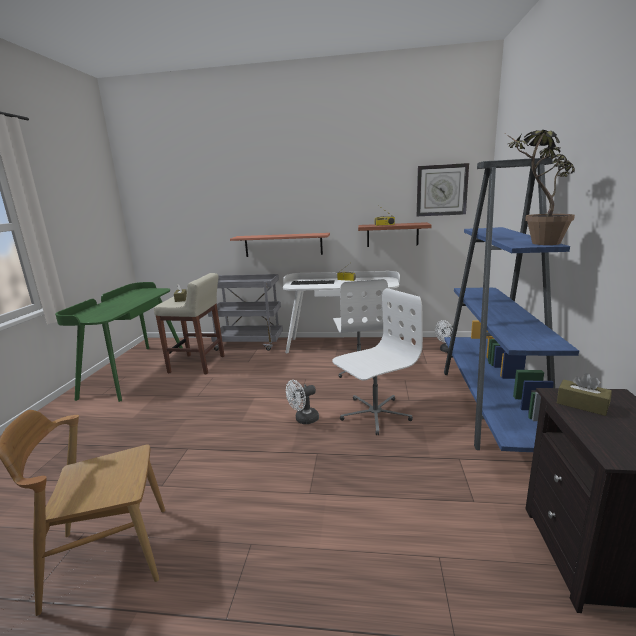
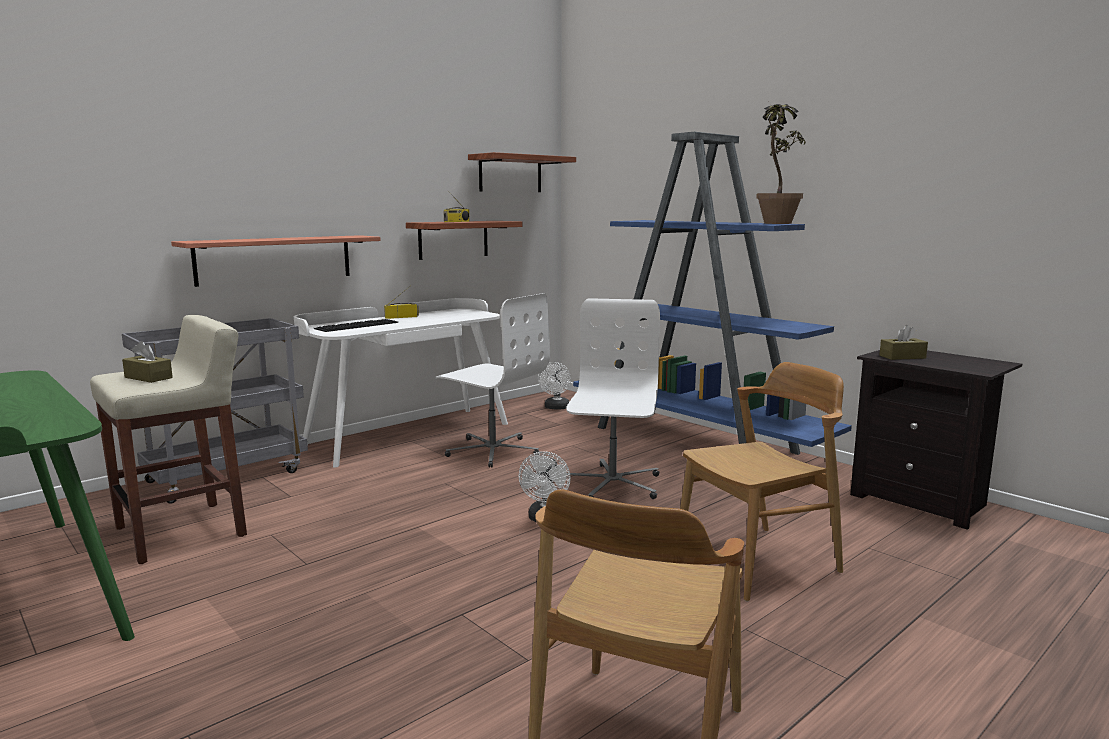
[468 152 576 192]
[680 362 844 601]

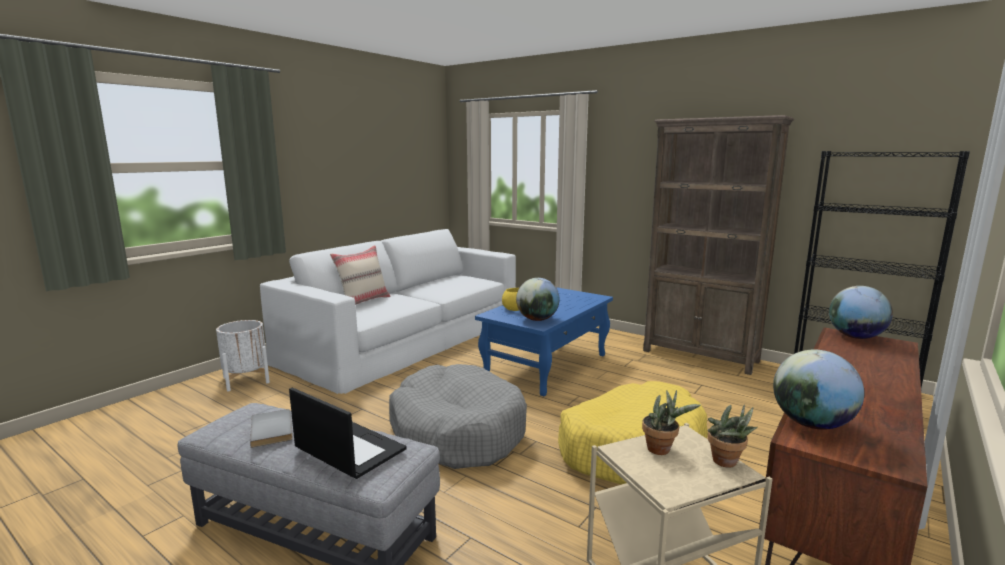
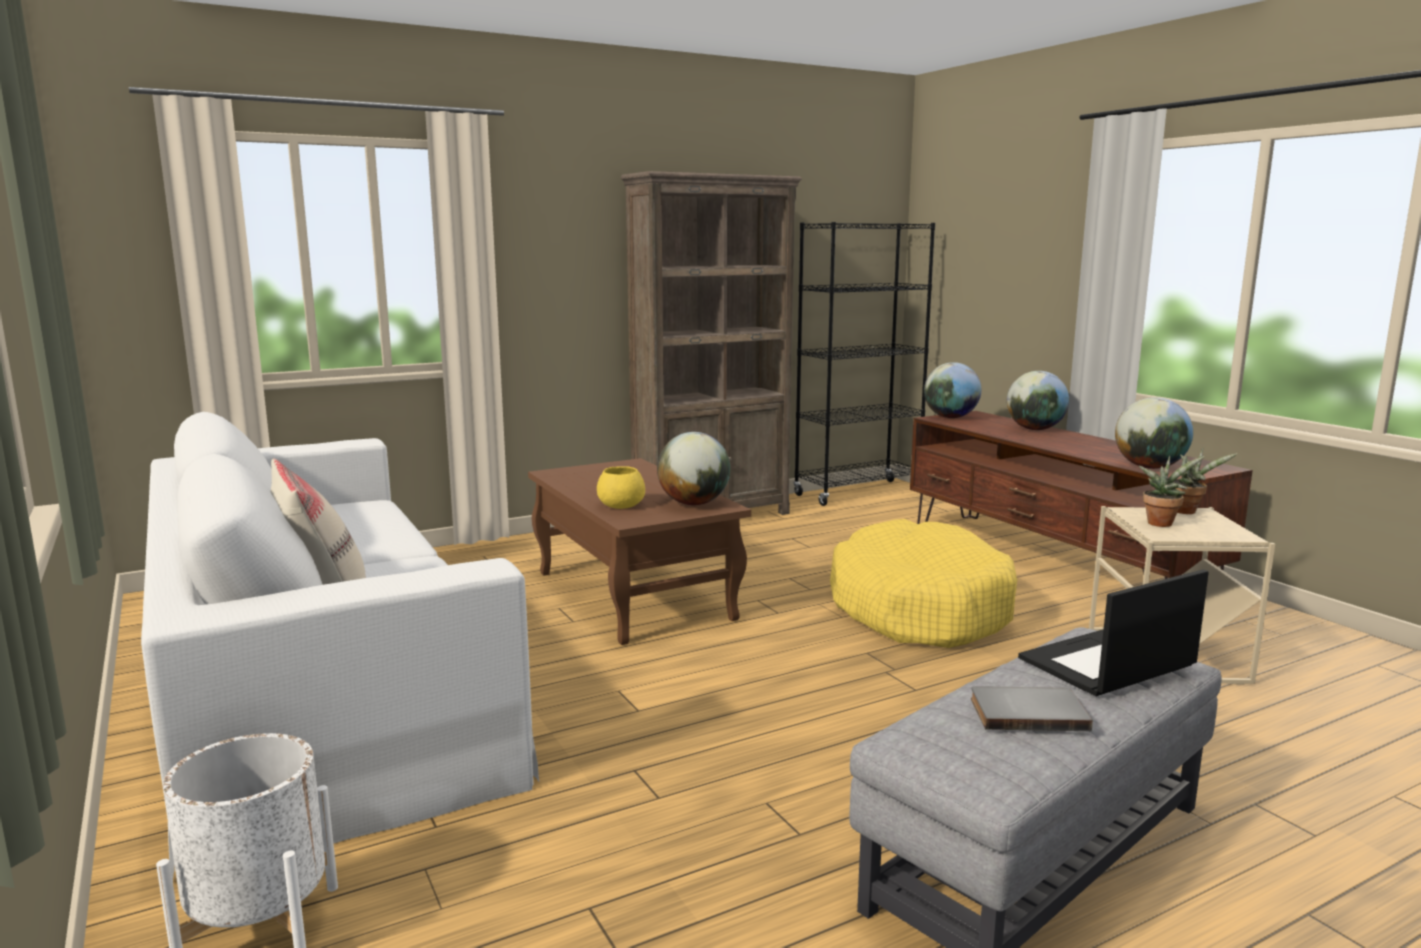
[389 364 527 469] (first image)
[528 458 751 645]
[1007 371 1069 430]

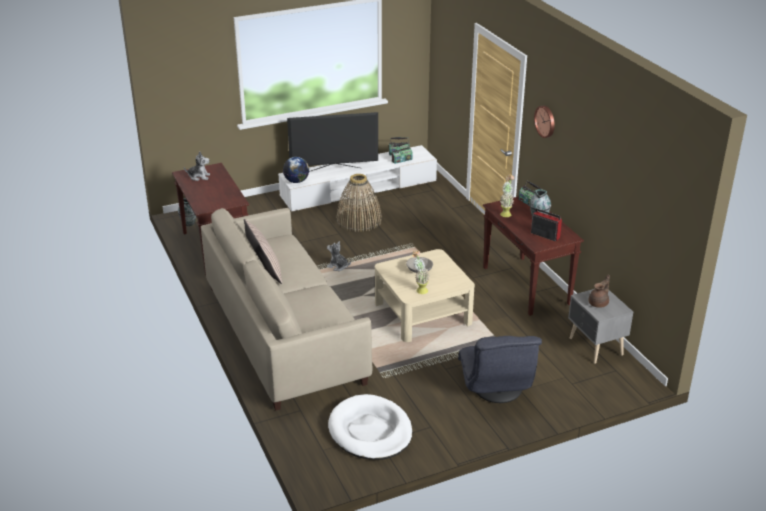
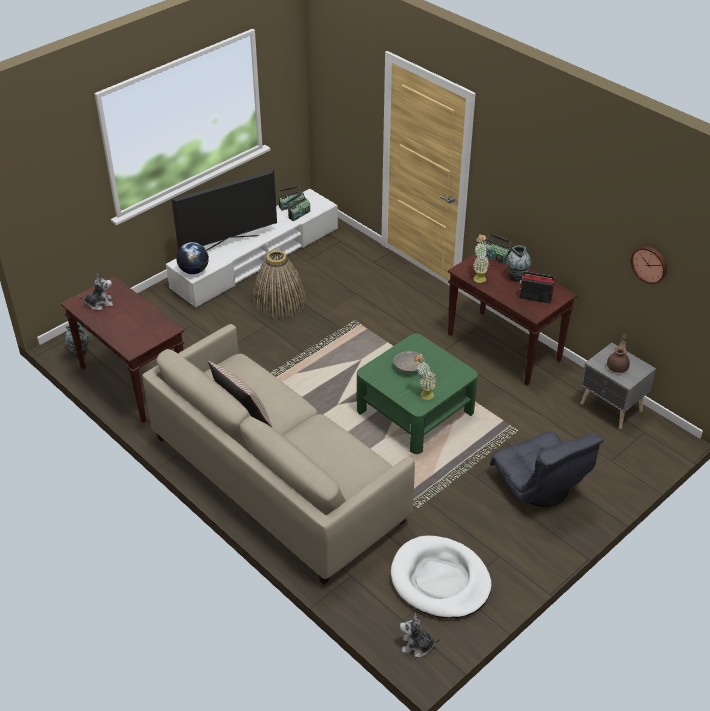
[400 613 440 657]
[357 333 478 454]
[631 246 667 284]

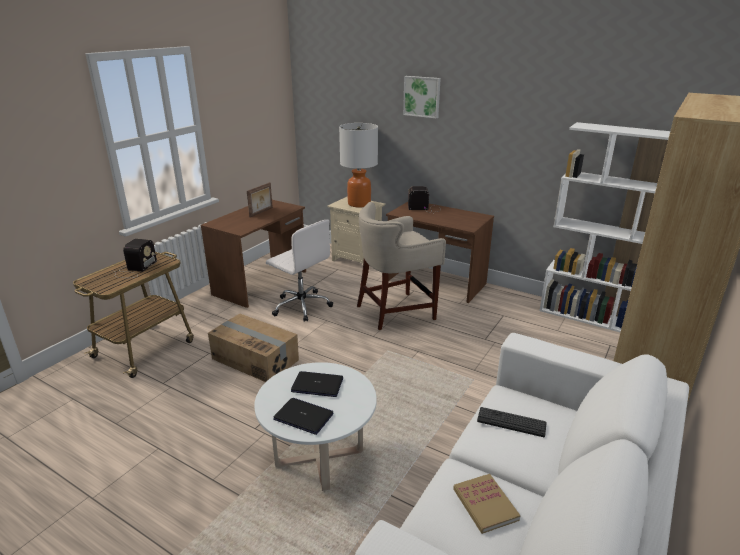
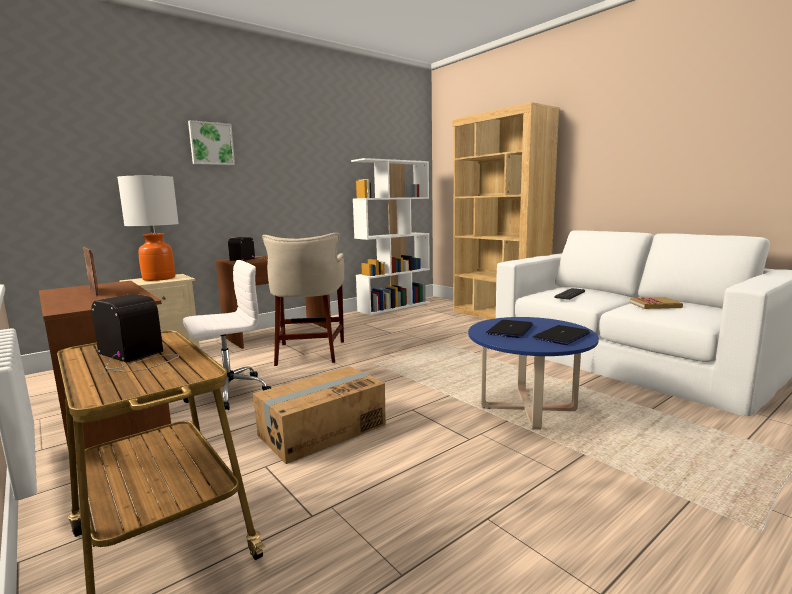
[468 317 599 430]

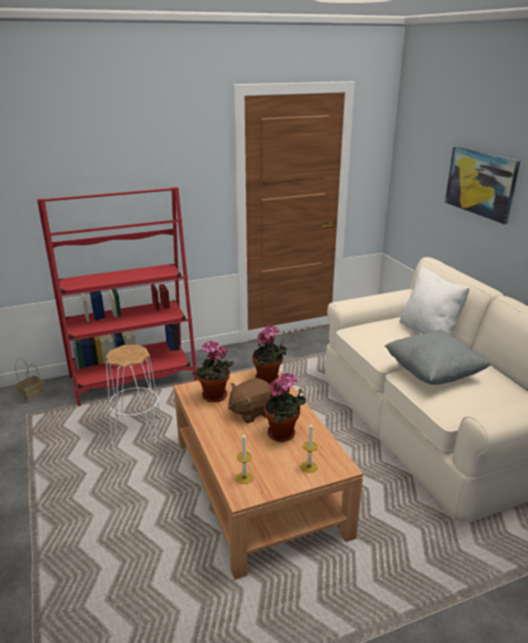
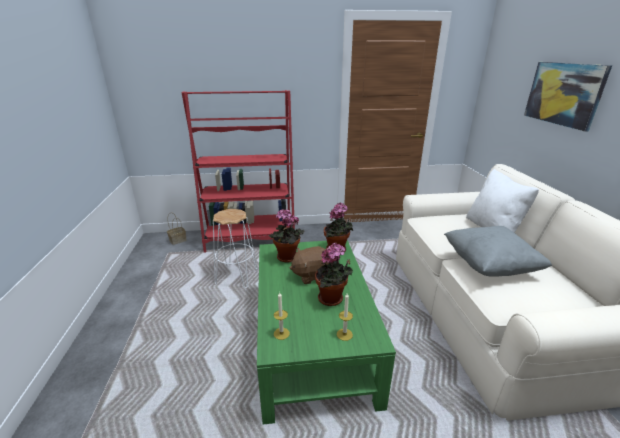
[257 240 396 425]

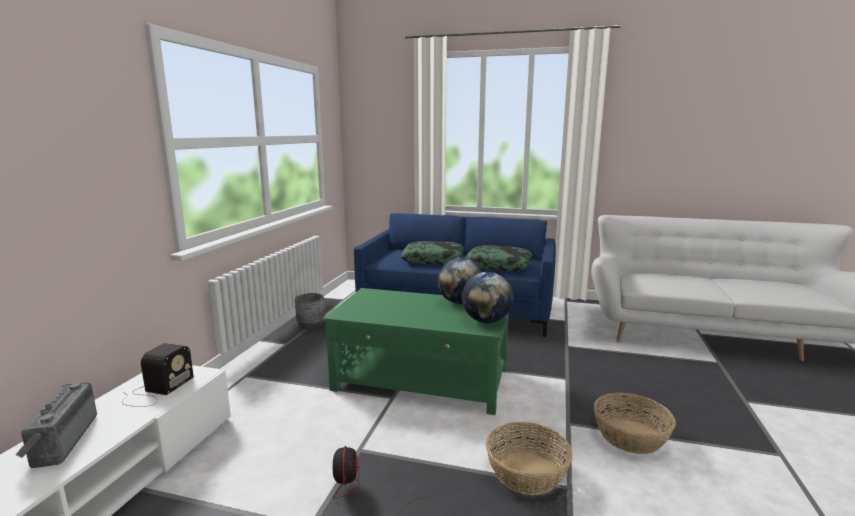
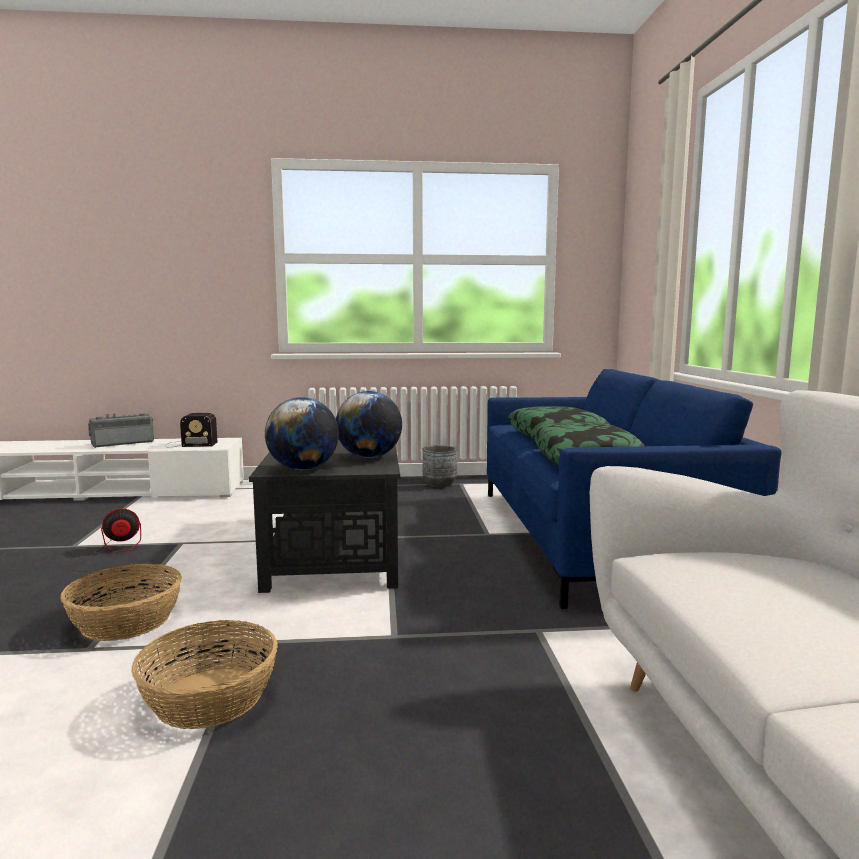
[249 439 400 593]

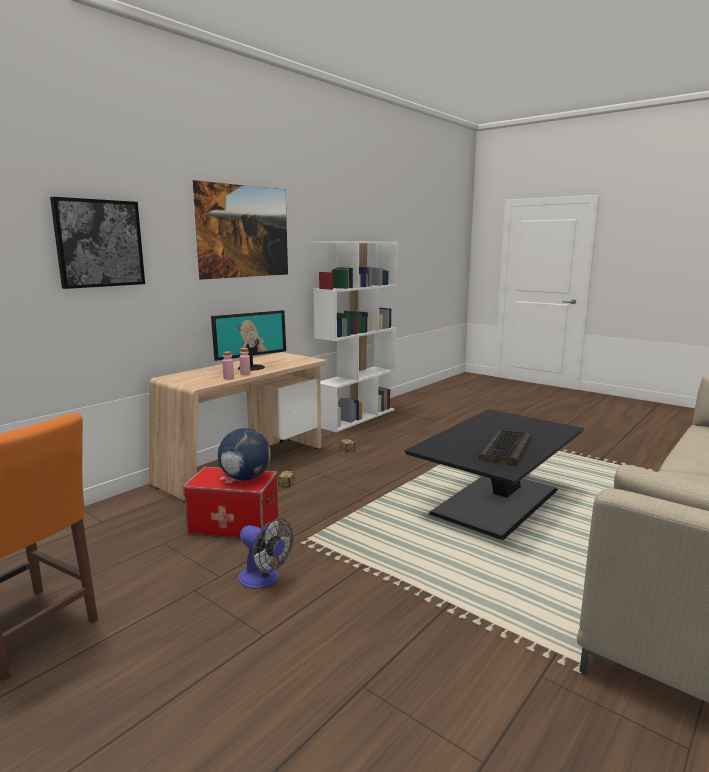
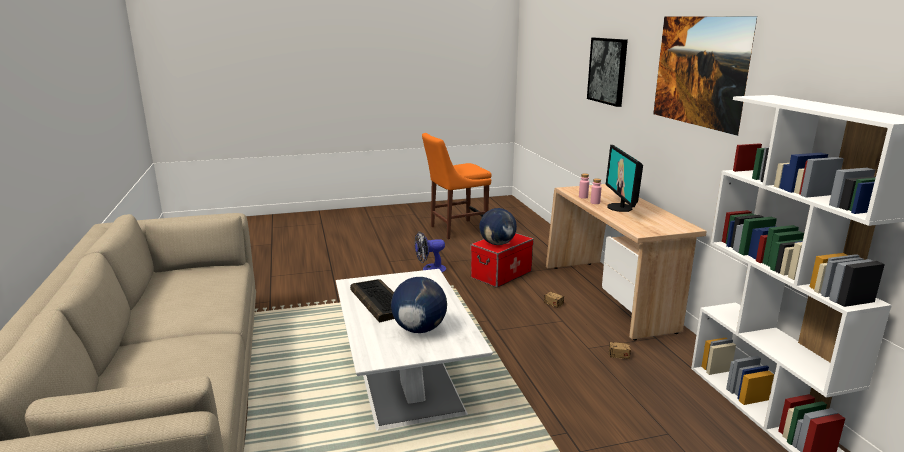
[336 269 493 431]
[391 277 447 333]

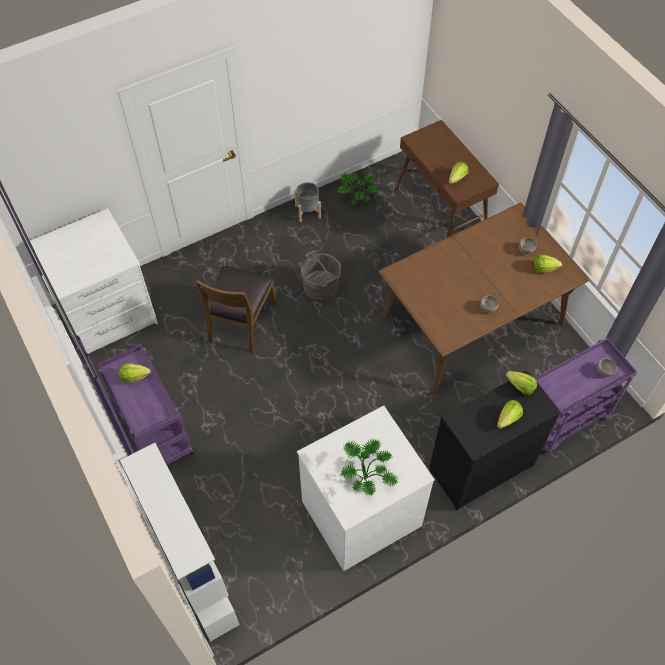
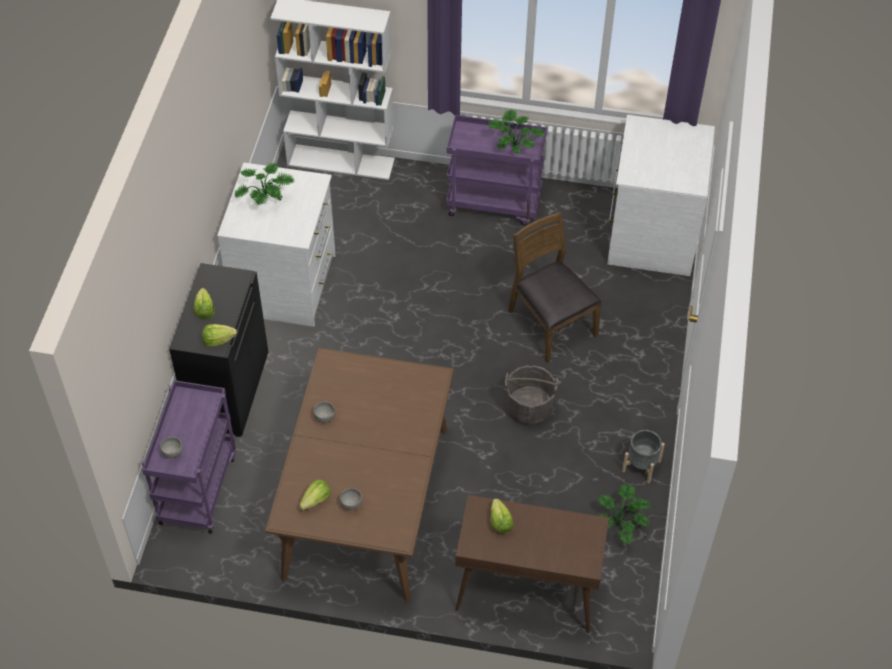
[488 109 545 154]

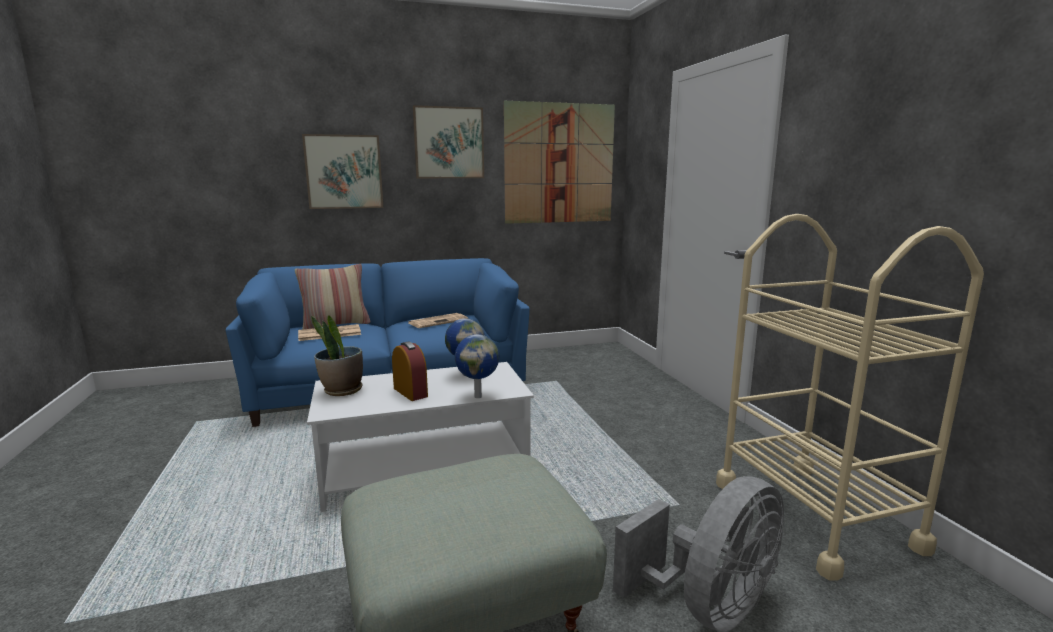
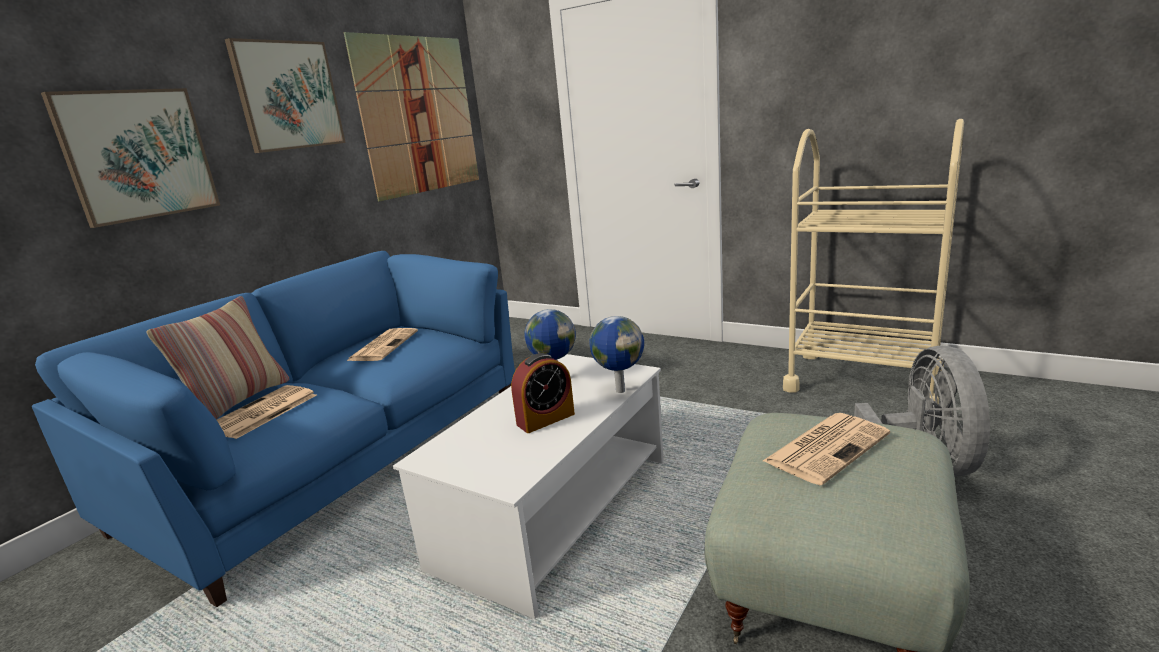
[311 315 363 396] (first image)
[511 353 575 433]
[763 413 890 485]

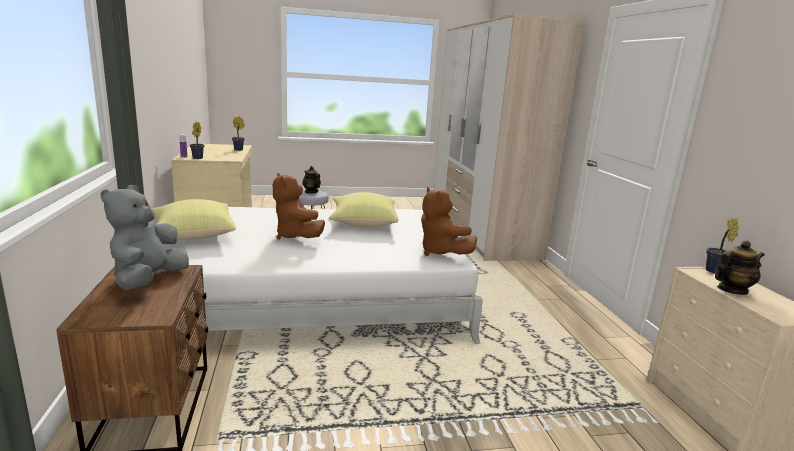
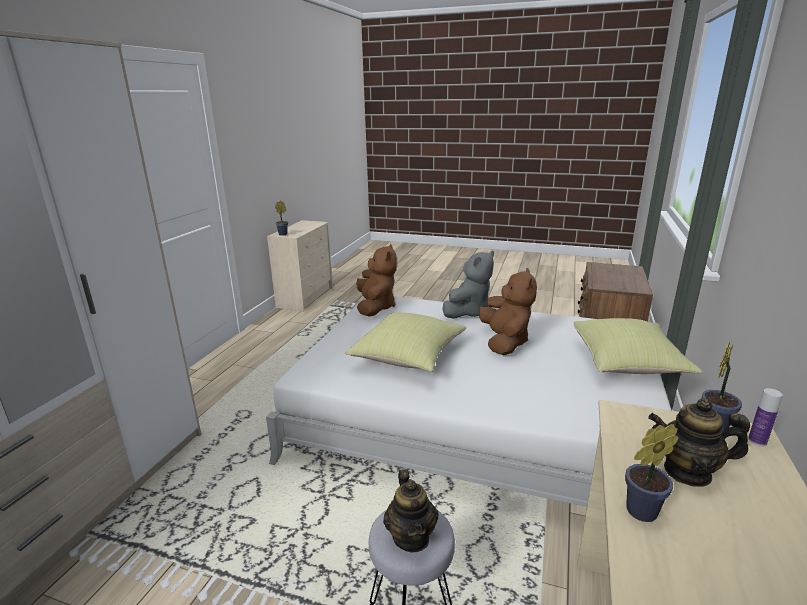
[442 251 494 319]
[648 398 750 487]

